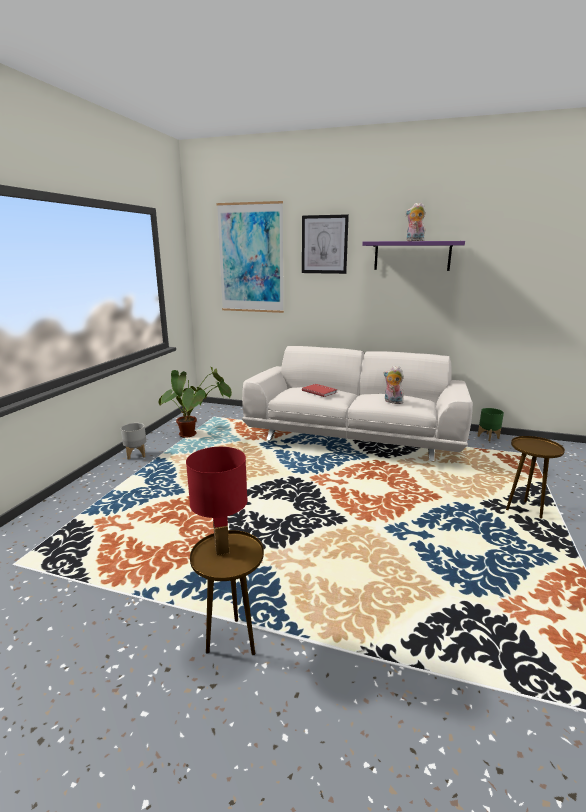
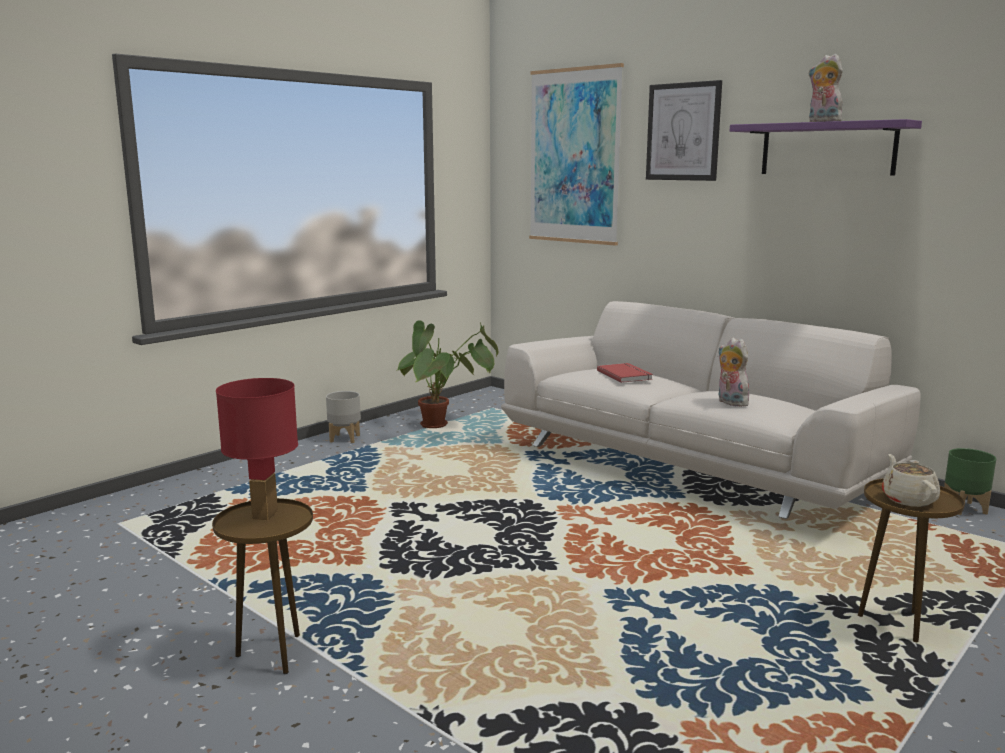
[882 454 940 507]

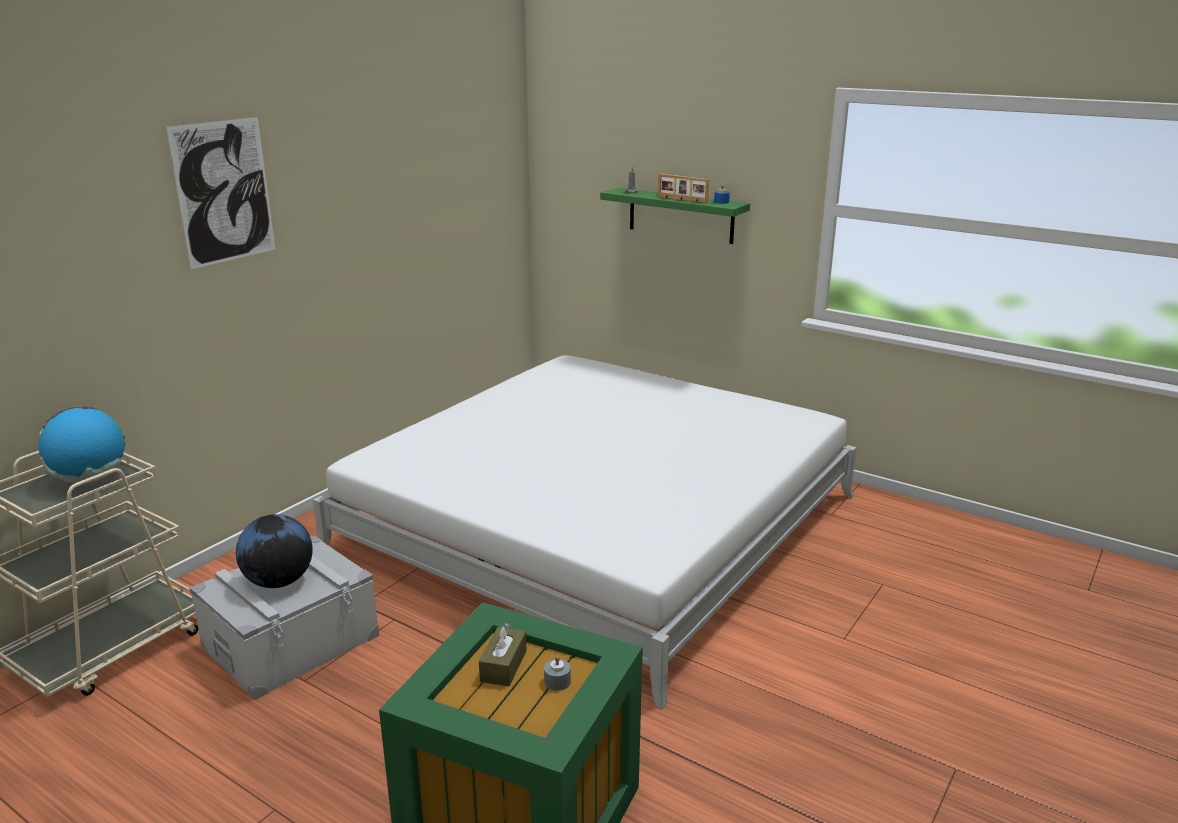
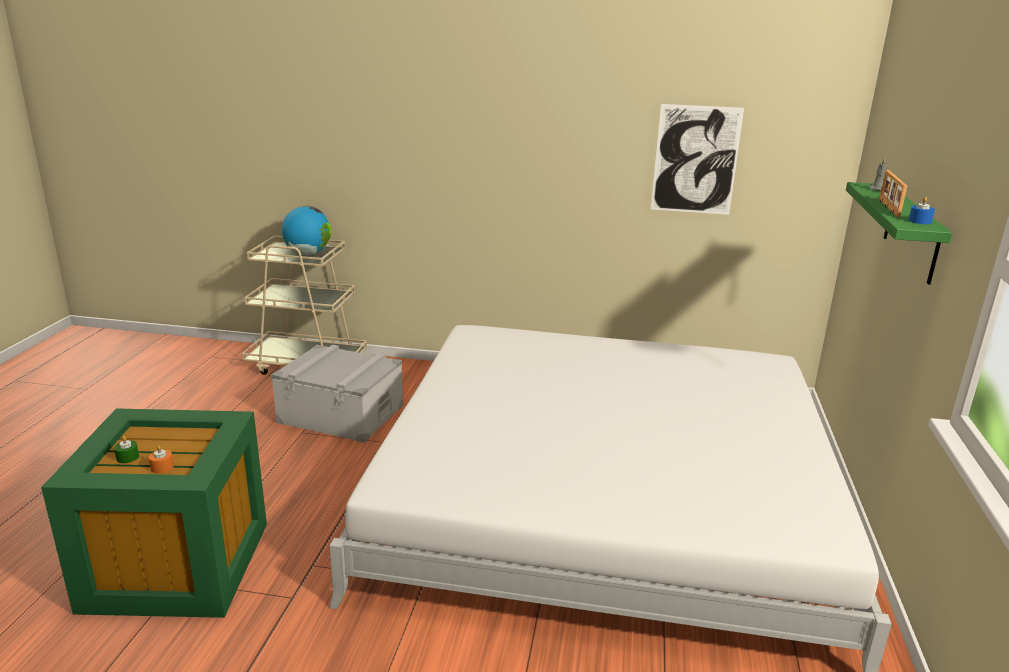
[651 104 744 215]
[236 514 313 588] (first image)
[479 623 527 686] (first image)
[149 445 174 473]
[114 436 139 463]

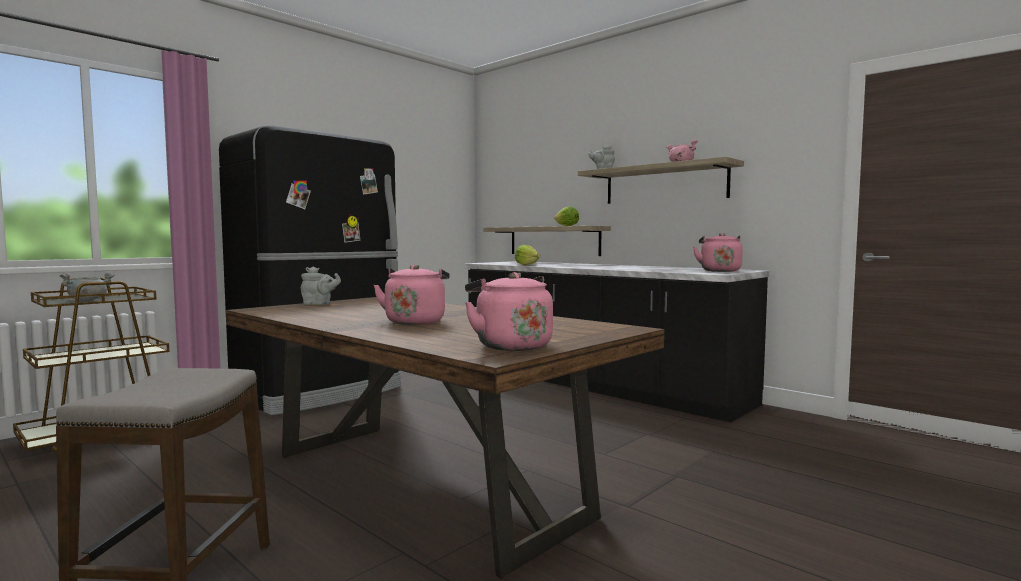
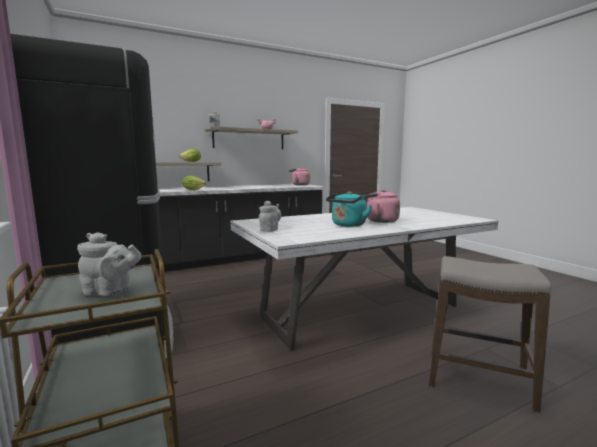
[77 232 142 296]
[230 207 499 351]
[465 272 553 351] (first image)
[326 191 372 227]

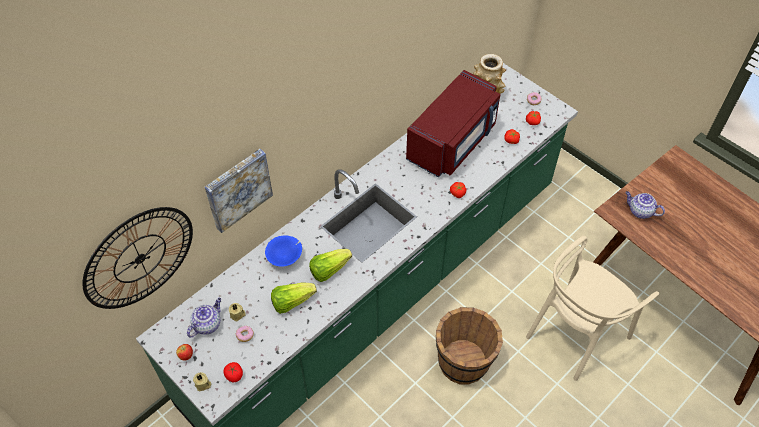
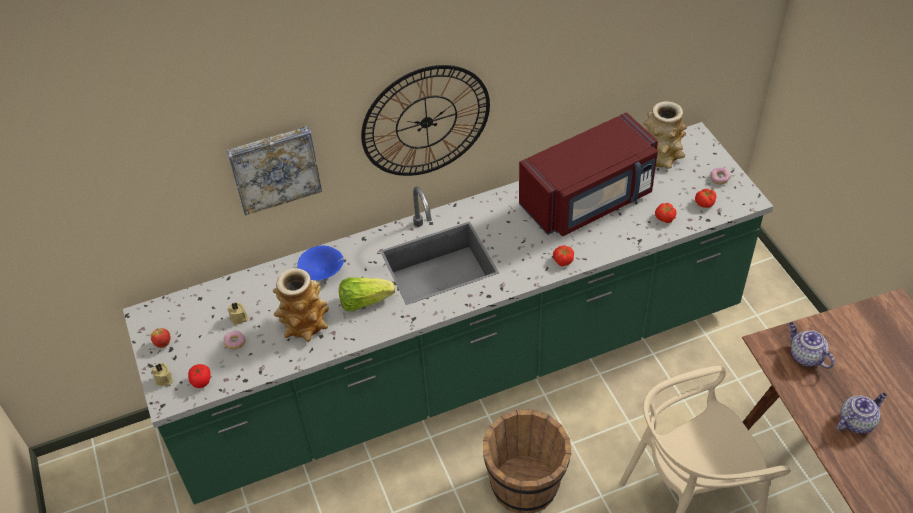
[361 65 490 176]
[837 393 887 434]
[273 268 329 342]

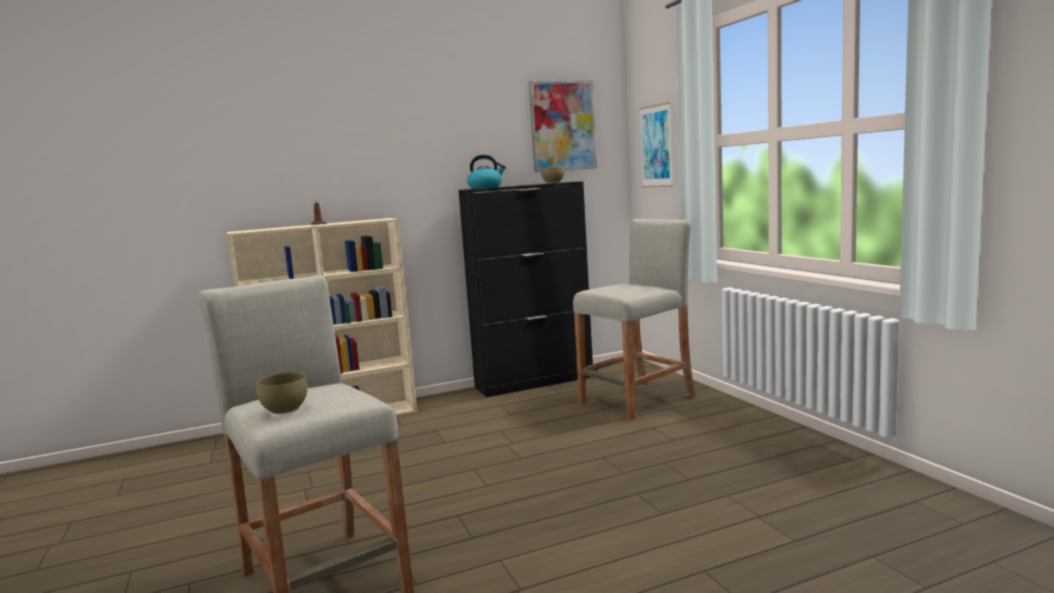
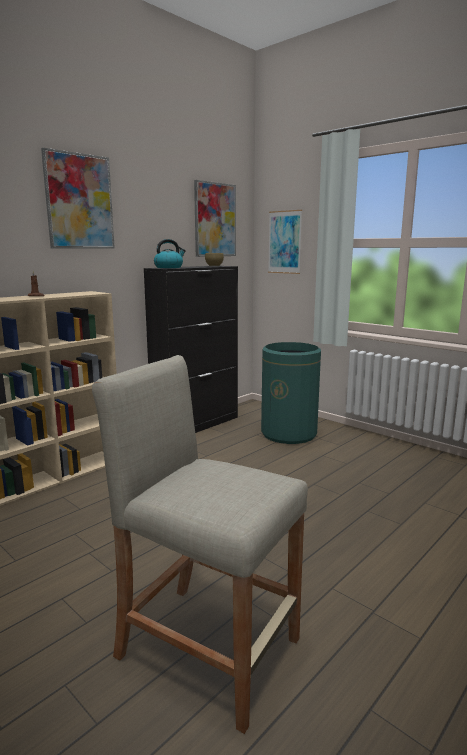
[256 372 308 414] (first image)
[261 342 321 444]
[41 148 115 249]

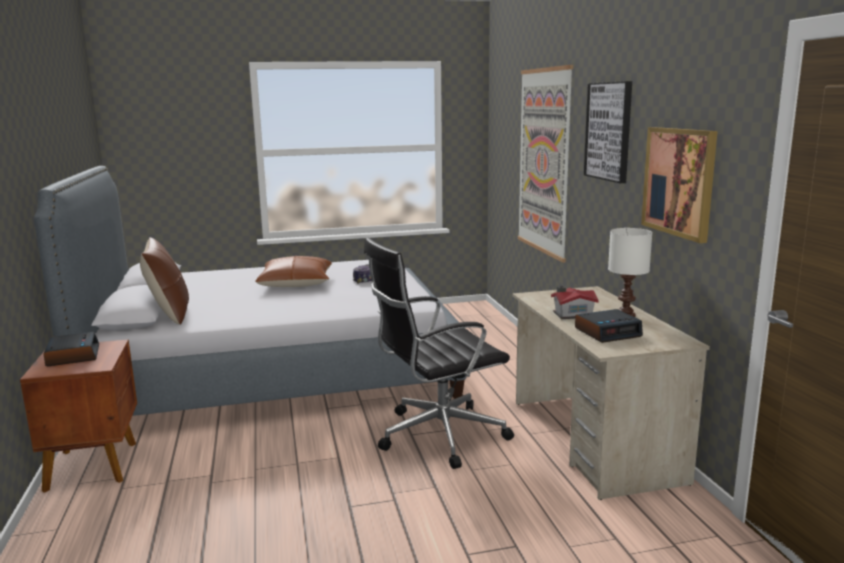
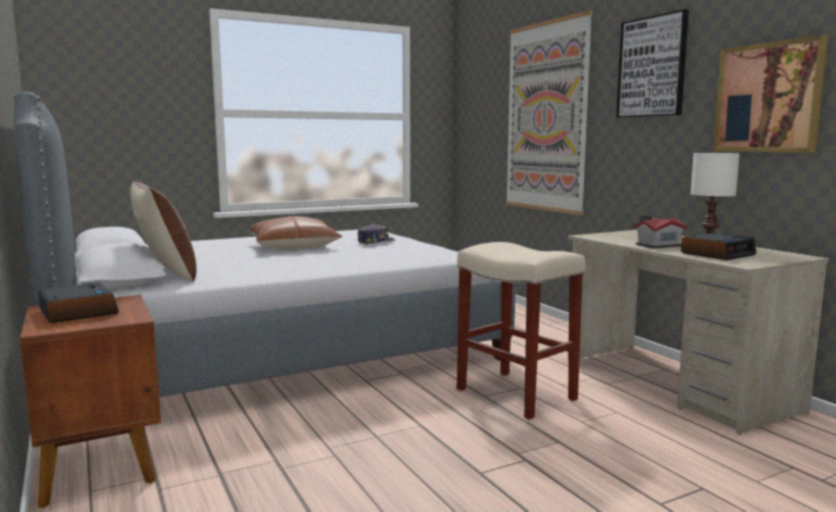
[457 242 585 419]

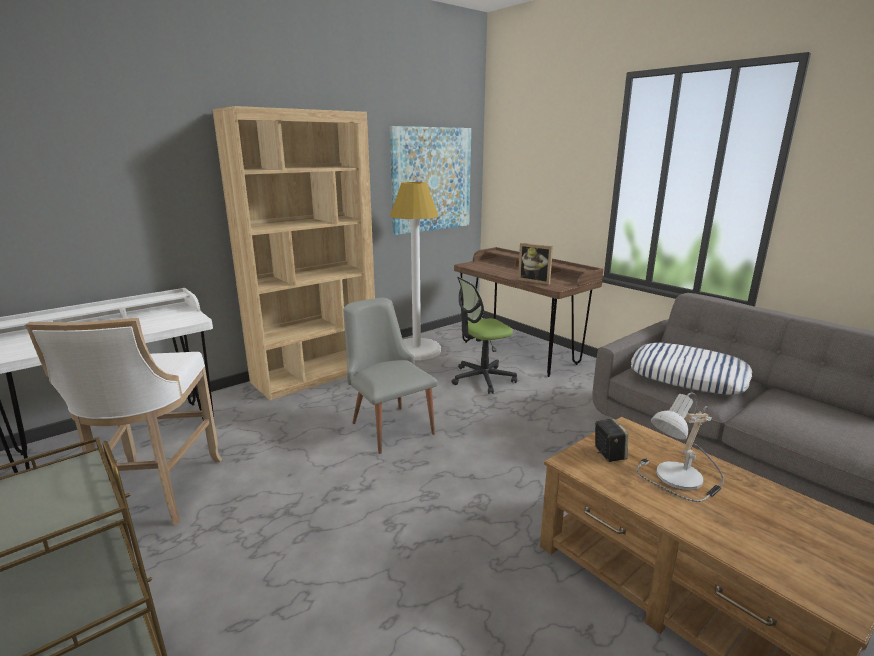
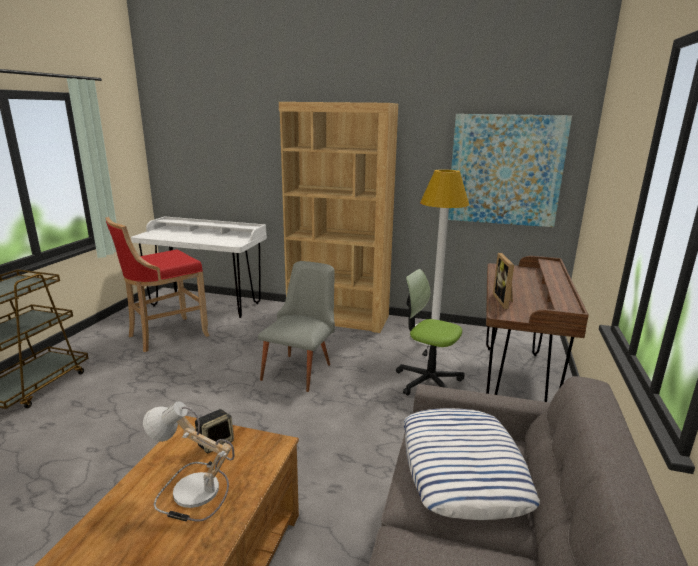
[105 217 210 352]

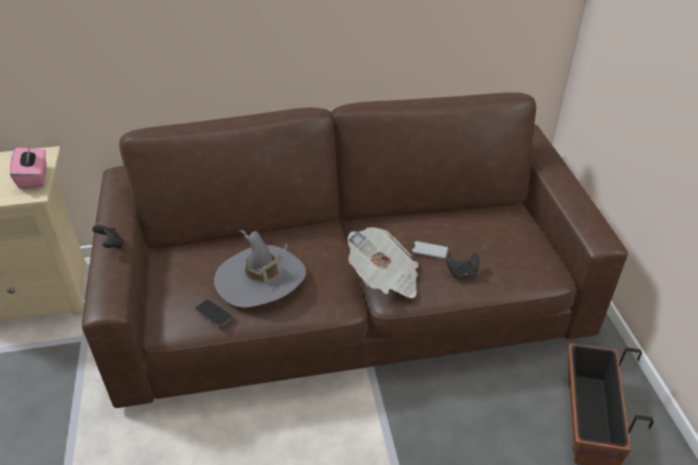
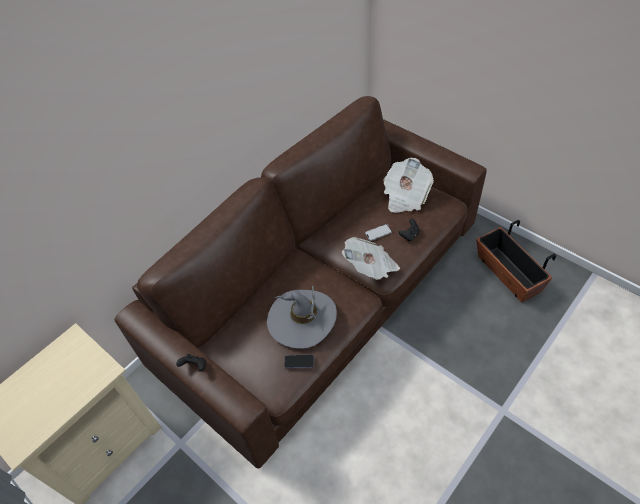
[10 143 47 190] (first image)
[383 158 434 213]

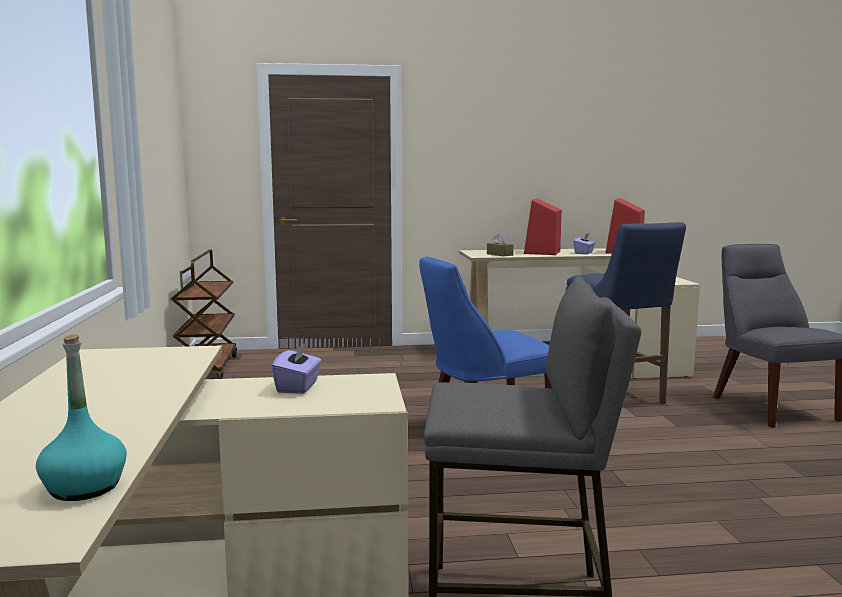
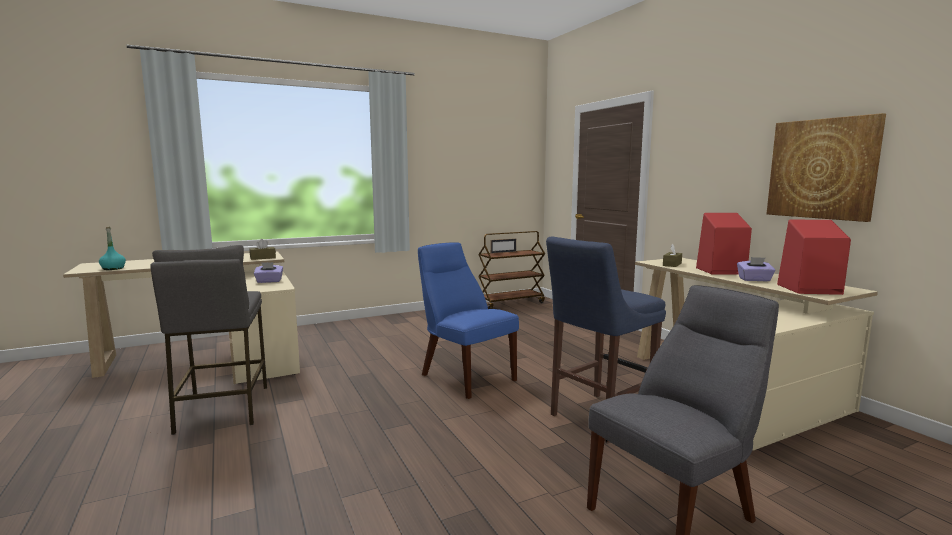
[249 239 276 260]
[767 113 886 222]

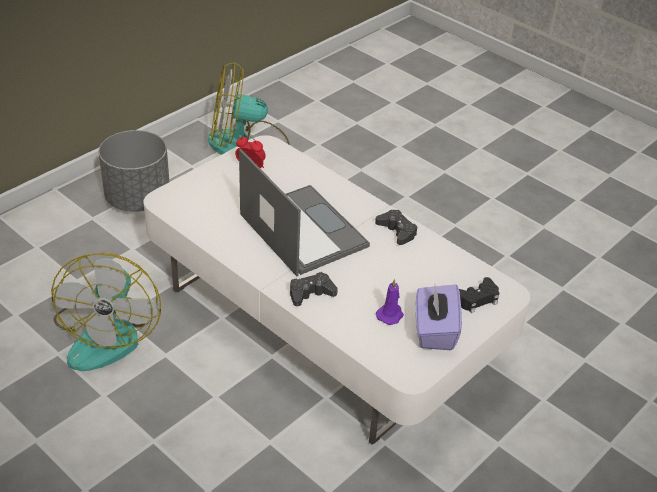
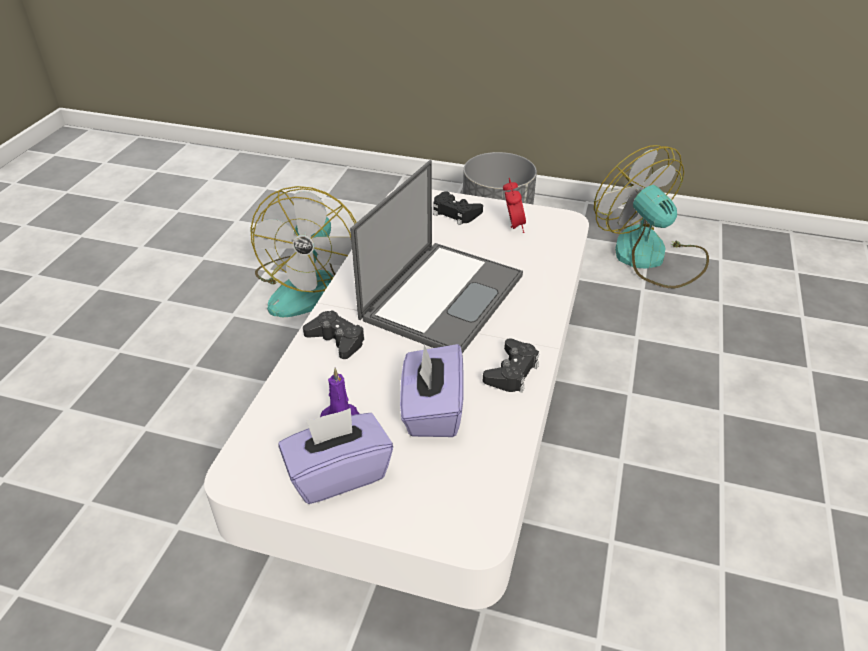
[250 186 357 317]
[433 191 483 225]
[400 344 464 437]

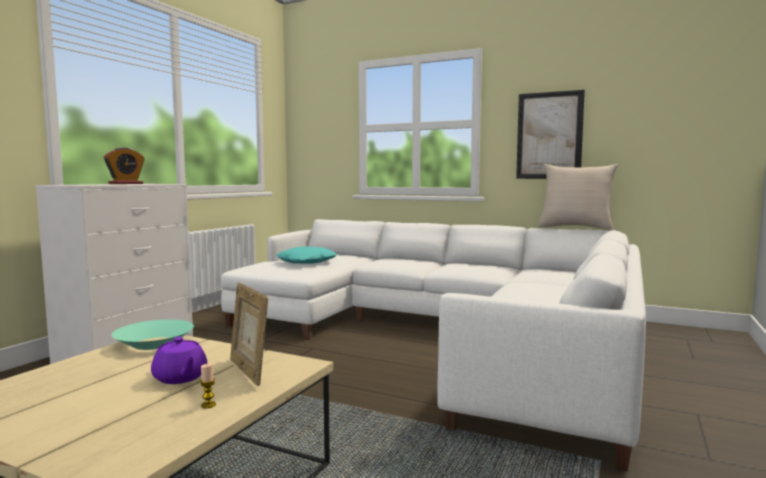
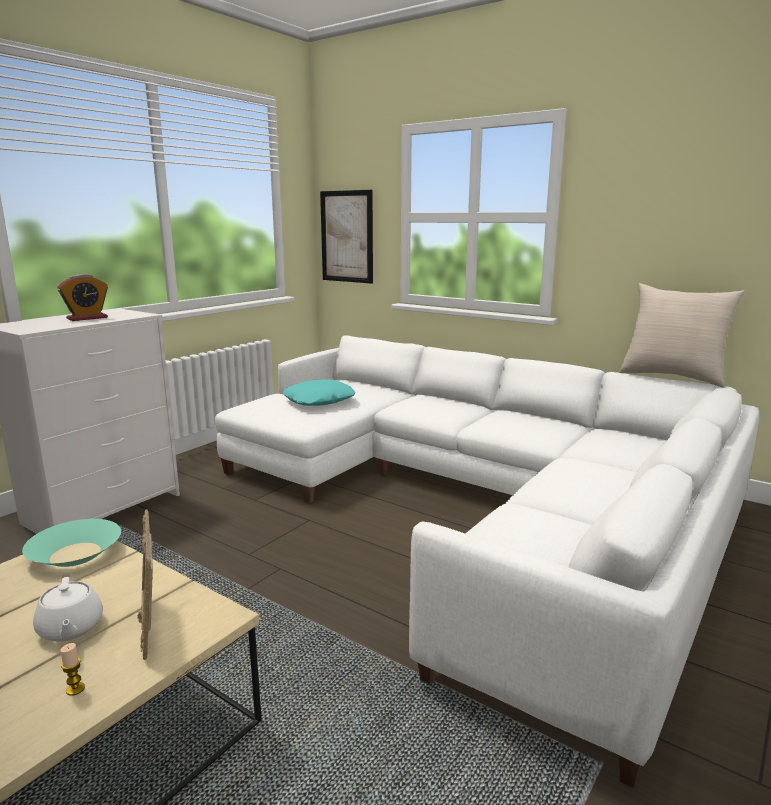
[33 577 103 642]
[320 190 373 284]

